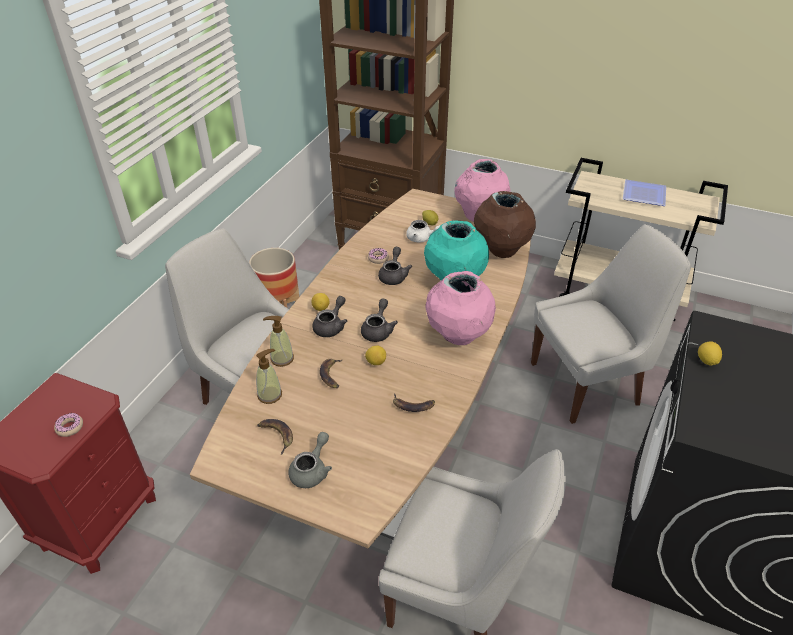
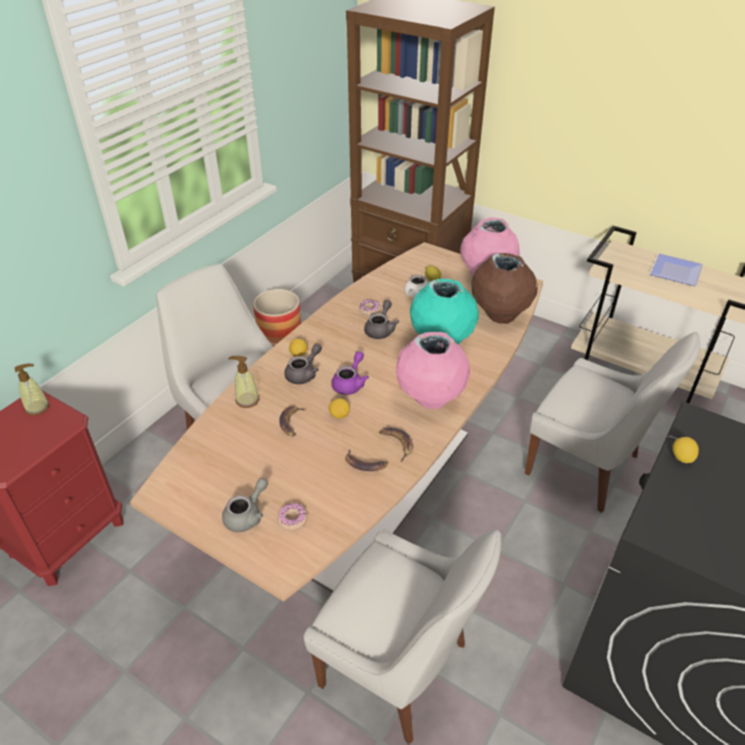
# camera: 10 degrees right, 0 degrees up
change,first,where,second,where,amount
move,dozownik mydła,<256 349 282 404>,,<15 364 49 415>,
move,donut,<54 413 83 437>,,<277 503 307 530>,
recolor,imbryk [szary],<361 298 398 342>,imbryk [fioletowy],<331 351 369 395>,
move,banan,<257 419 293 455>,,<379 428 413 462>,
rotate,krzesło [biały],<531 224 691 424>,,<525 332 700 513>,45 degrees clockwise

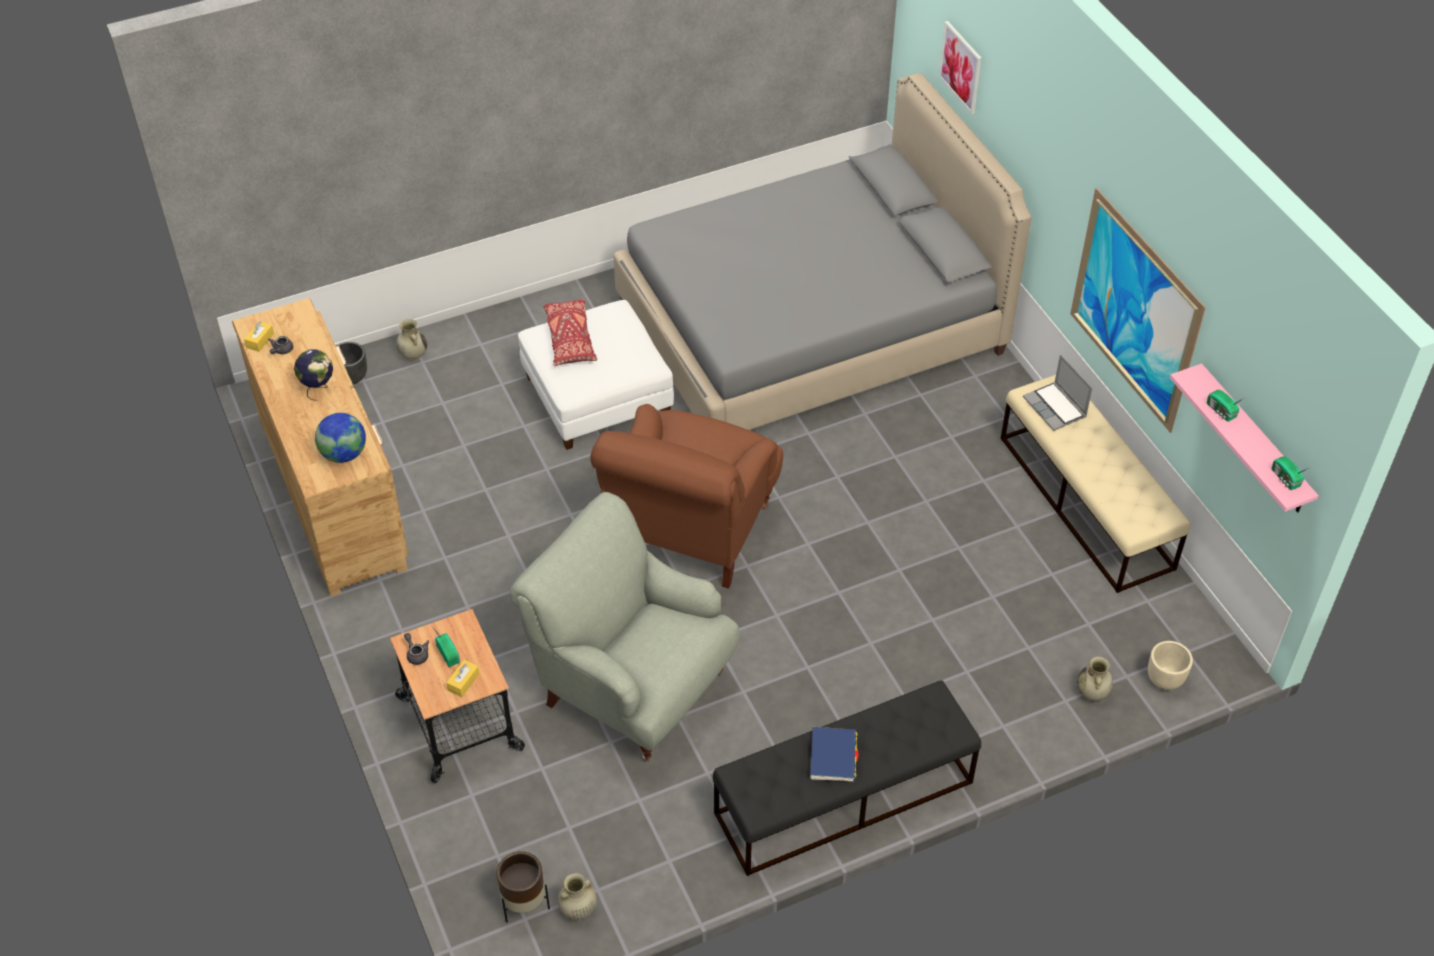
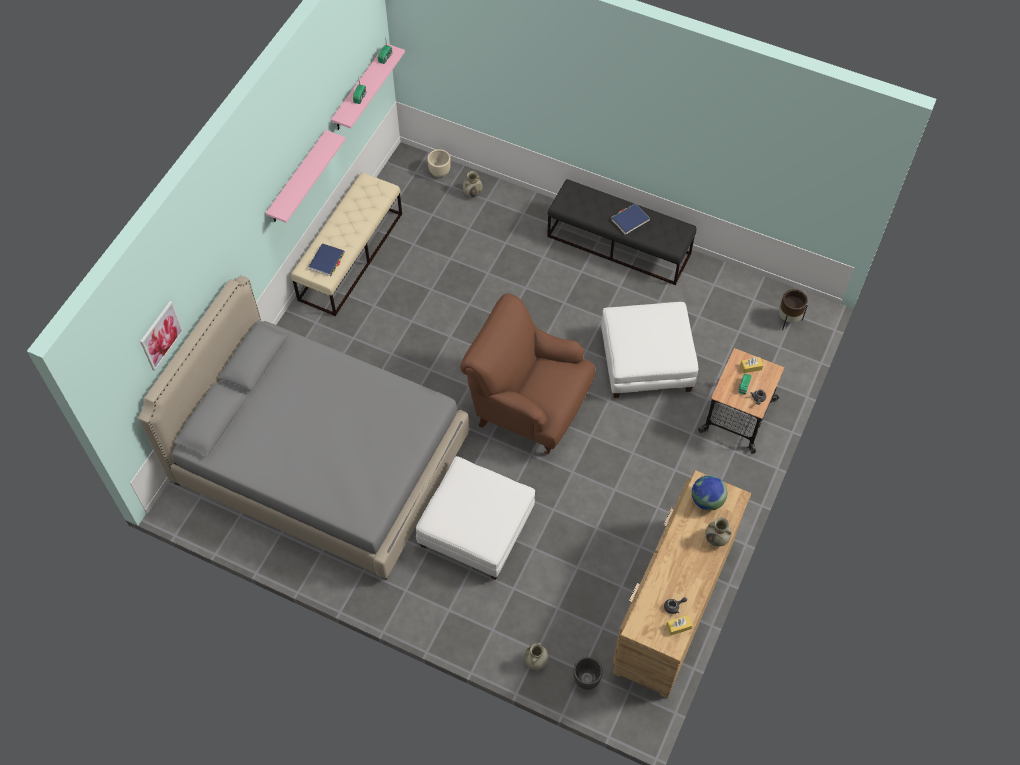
# camera: 130 degrees left, 10 degrees up
change,first,where,second,where,amount
replace,obraz,<1070 188 1206 433>,półka [różowy],<266 130 346 223>,
replace,laptop,<1023 354 1093 431>,książka [niebieski],<309 243 345 276>,
rotate,fotel [brązowy],<590 404 783 589>,,<460 293 595 454>,135 degrees counterclockwise
replace,fotel [szary],<510 492 740 761>,pufa [biały],<601 302 698 398>,
move,wazon [beżowy],<557 873 597 920>,,<705 517 732 546>,
delete,globus,<294 349 333 401>,,,
delete,poduszka [czerwony],<544 299 597 366>,,,

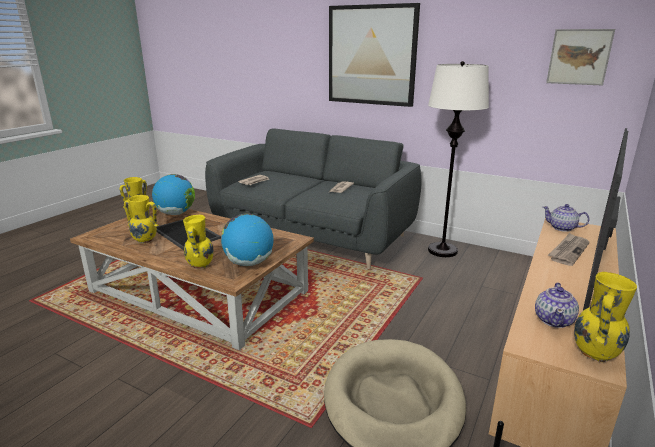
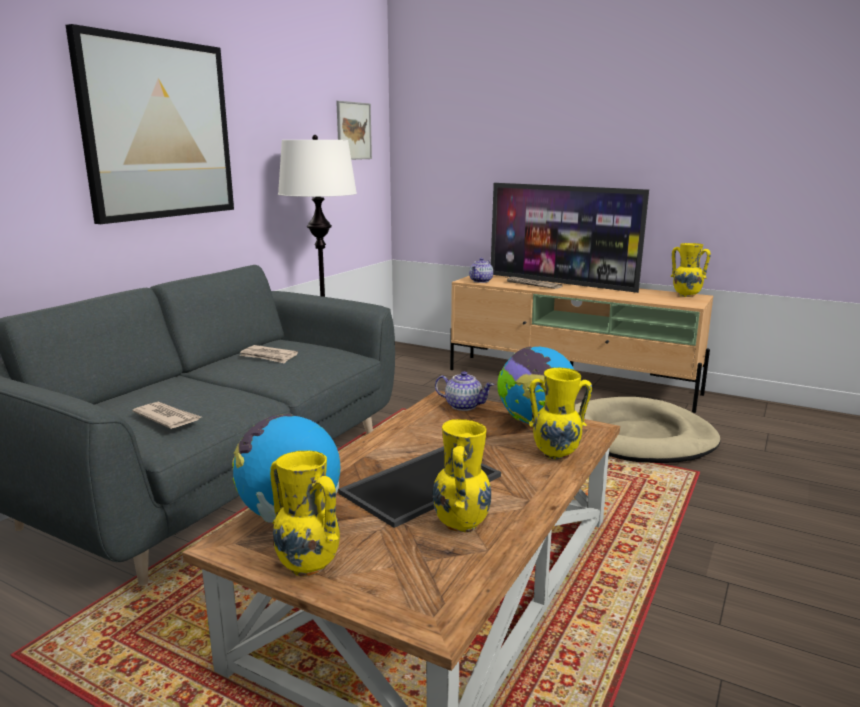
# camera: 90 degrees left, 5 degrees down
change,first,where,second,where,amount
move,imbryk,<535 283 579 328>,,<435 371 494 411>,

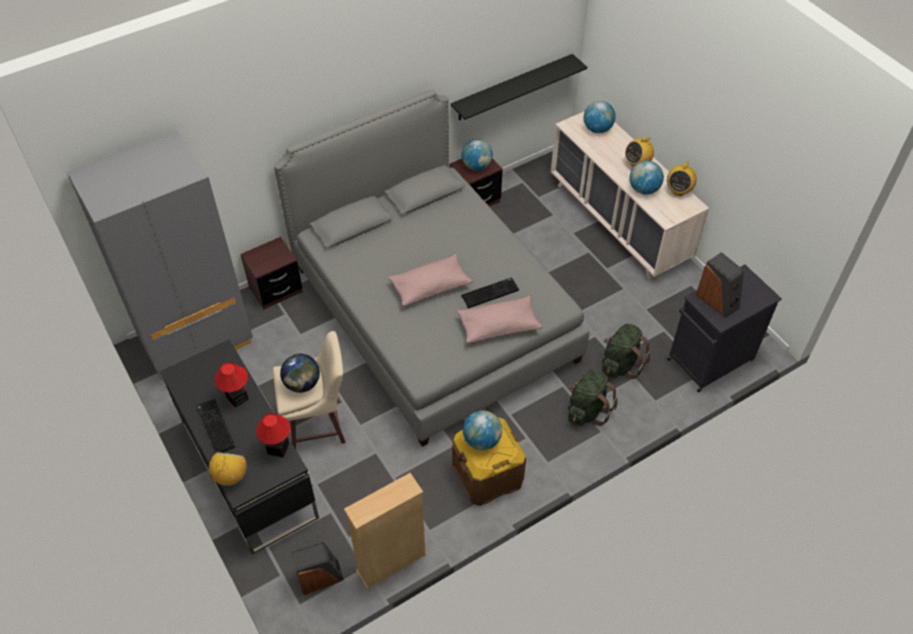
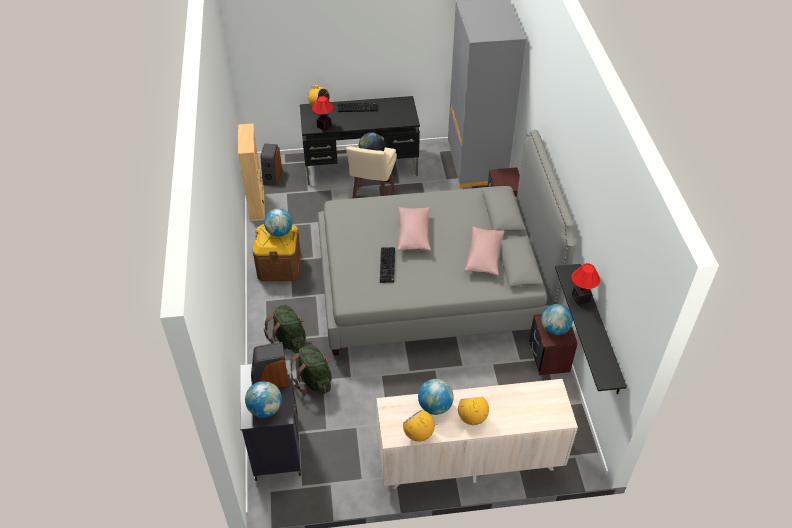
# camera: 115 degrees right, 5 degrees down
change,first,where,second,where,amount
move,globus,<584 101 616 133>,,<245 381 282 418>,
move,poduszka [różowy],<457 296 542 344>,,<465 227 505 275>,
move,lampa stołowa,<215 362 249 407>,,<572 263 600 305>,

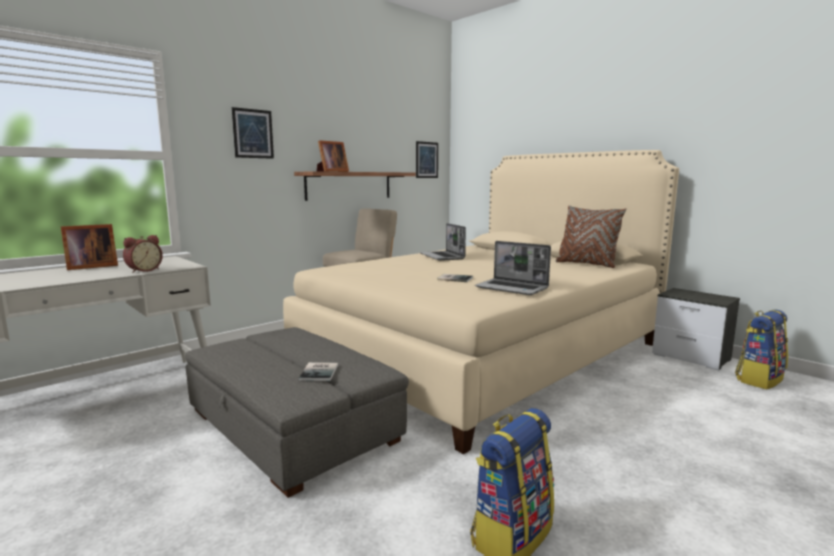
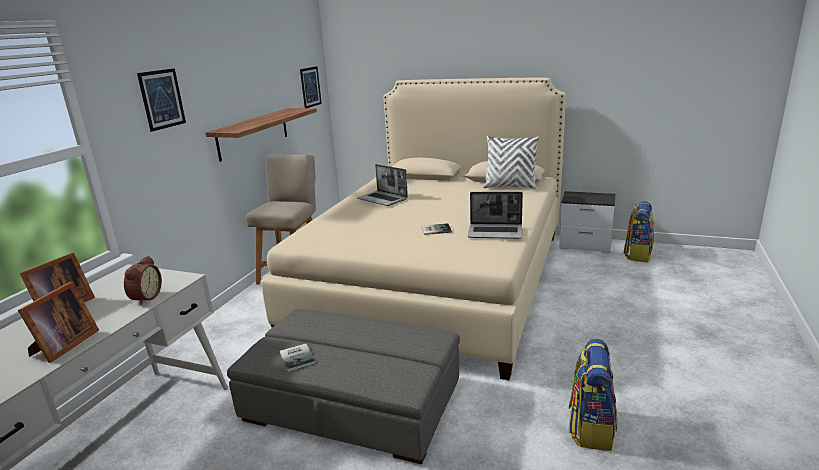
# camera: 25 degrees left, 10 degrees up
change,first,where,second,where,amount
move,ramka na zdjęcie,<317 140 349 172>,,<18 281 99 363>,
move,książka,<298 362 338 381>,,<279 343 315 371>,
recolor,poduszka [brązowy],<555 205 626 268>,poduszka [biały],<483 136 539 189>,

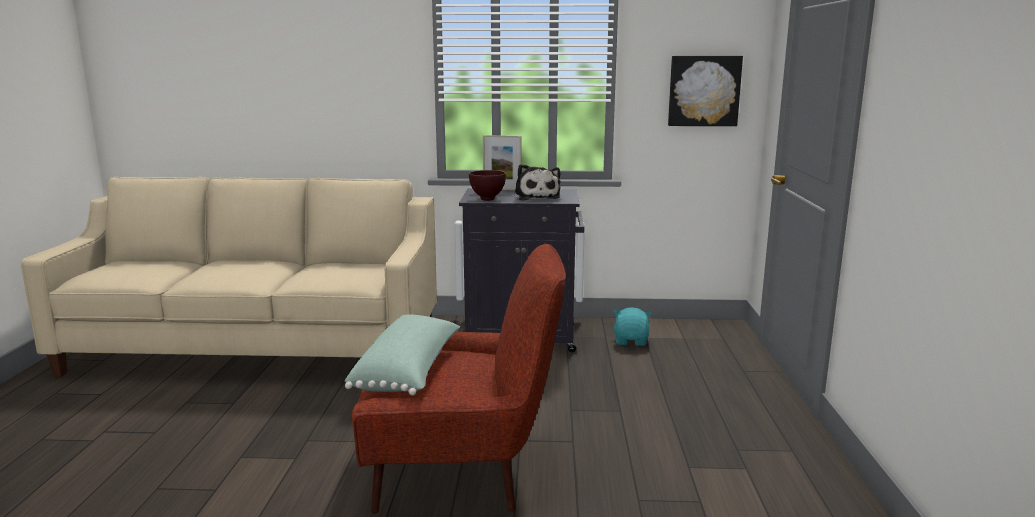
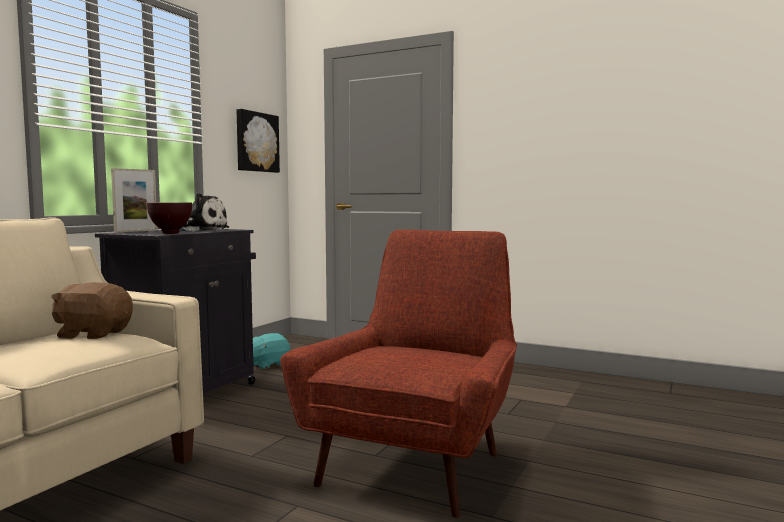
# camera: 65 degrees left, 10 degrees down
change,first,where,second,where,amount
insert,,,pluszak [brązowy],<52 282 133 339>,
rotate,pluszak [turkusowy],<614 307 651 346>,,<253 333 290 369>,75 degrees counterclockwise
delete,poduszka [zielony],<345 315 460 395>,,,

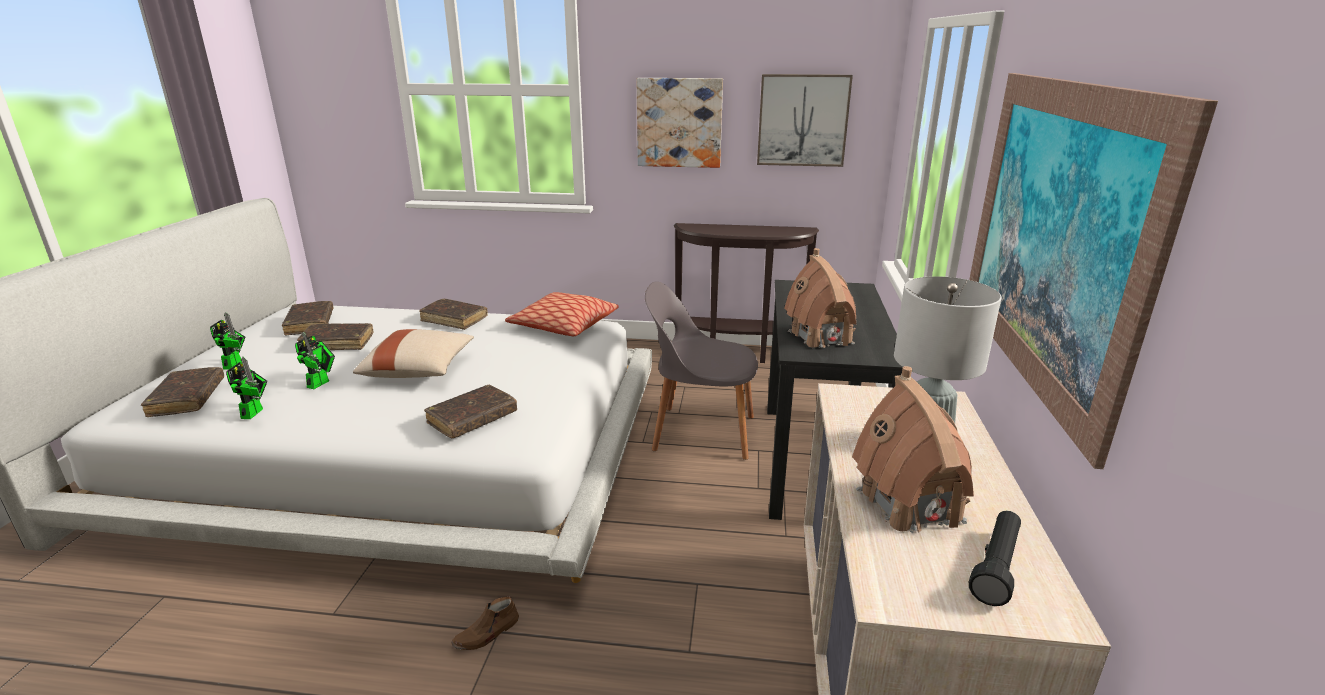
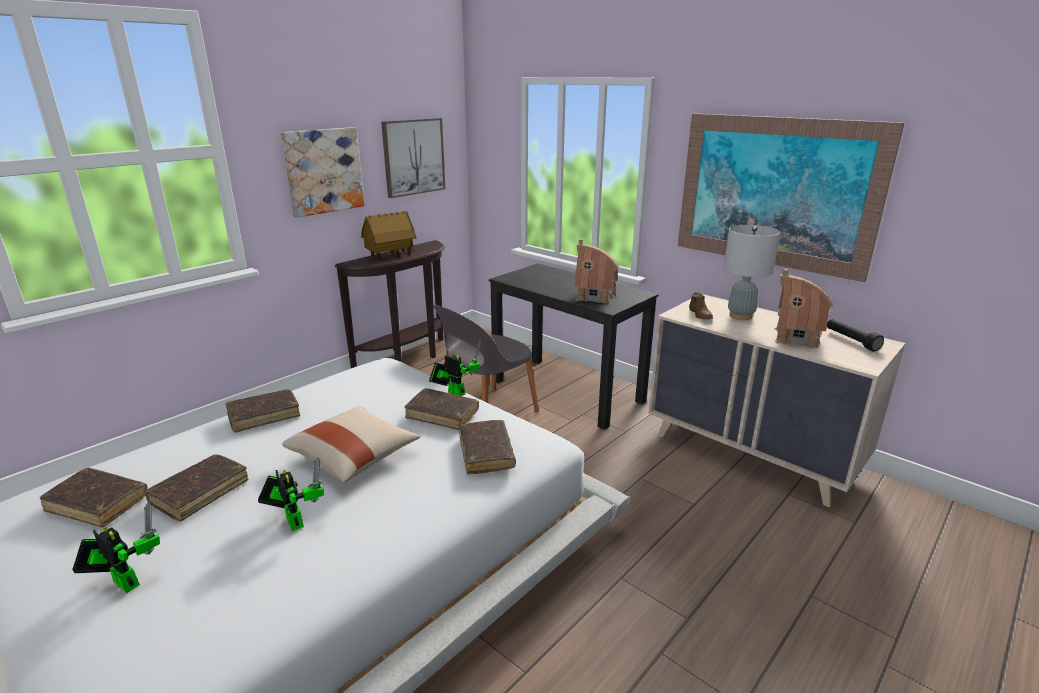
# camera: 55 degrees left, 0 degrees up
change,first,where,second,where,amount
insert,,,domek,<361 211 416 259>,
move,książka [brązowy],<141 367 224 417>,,<405 388 479 430>,
move,robot zabawkowy,<226 357 268 419>,,<429 338 481 396>,
move,but [brązowy],<451 596 519 650>,,<689 292 713 319>,
delete,poduszka,<505 292 619 336>,,,

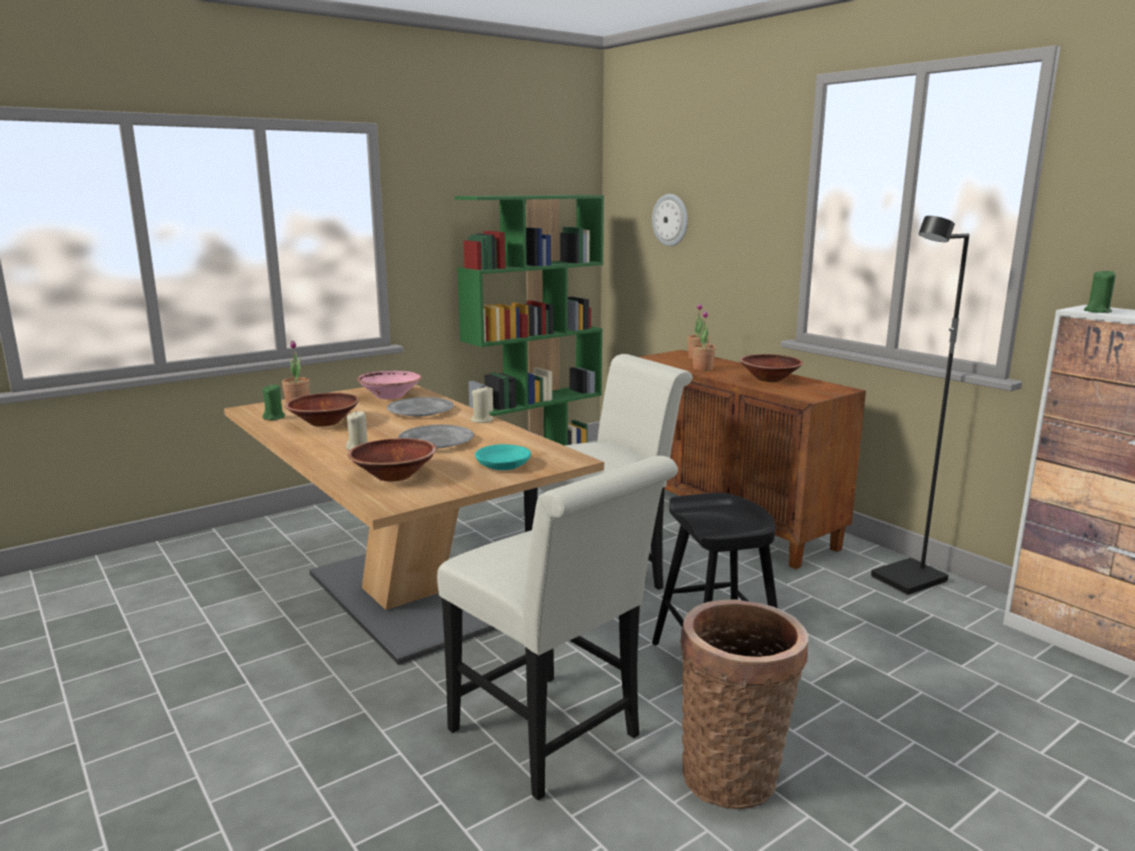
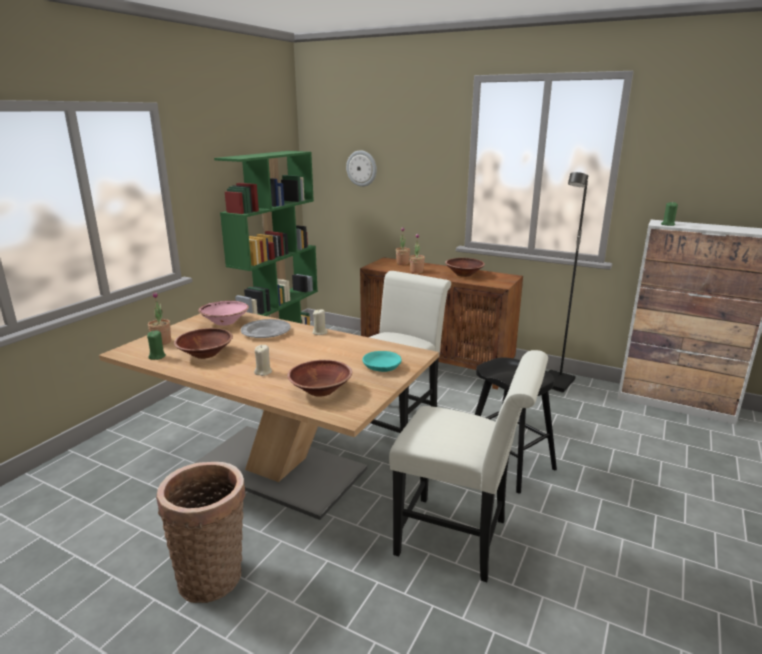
# camera: 25 degrees left, 5 degrees up
change,first,where,second,where,amount
move,koszyk,<680 600 808 809>,,<156 462 246 603>,
delete,talerz [szary],<399 425 474 448>,,,

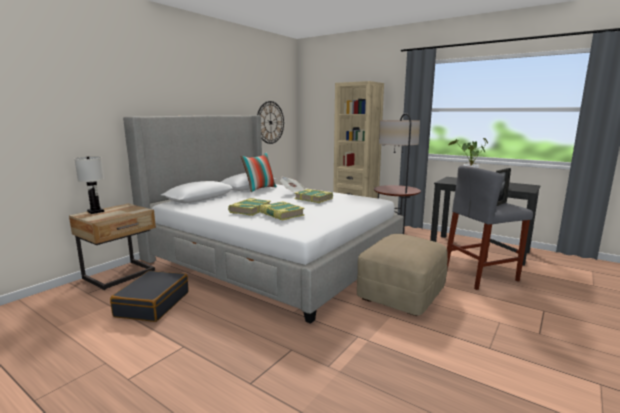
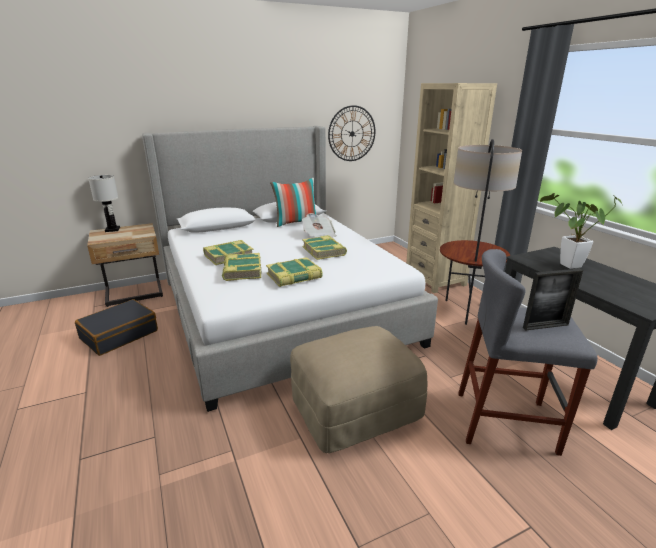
# camera: 30 degrees right, 10 degrees up
change,first,where,second,where,amount
insert,,,książka,<266 257 323 287>,

